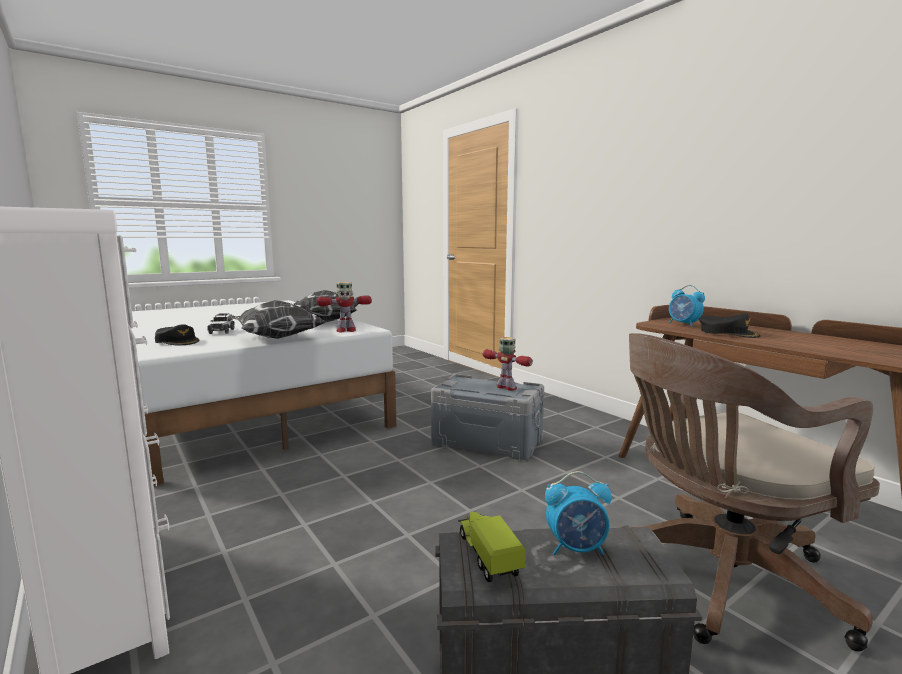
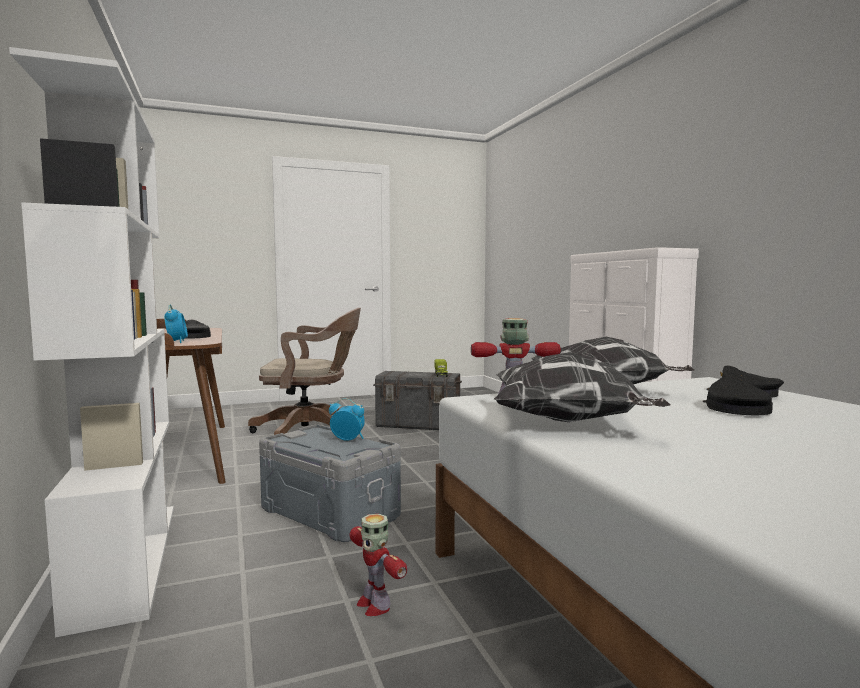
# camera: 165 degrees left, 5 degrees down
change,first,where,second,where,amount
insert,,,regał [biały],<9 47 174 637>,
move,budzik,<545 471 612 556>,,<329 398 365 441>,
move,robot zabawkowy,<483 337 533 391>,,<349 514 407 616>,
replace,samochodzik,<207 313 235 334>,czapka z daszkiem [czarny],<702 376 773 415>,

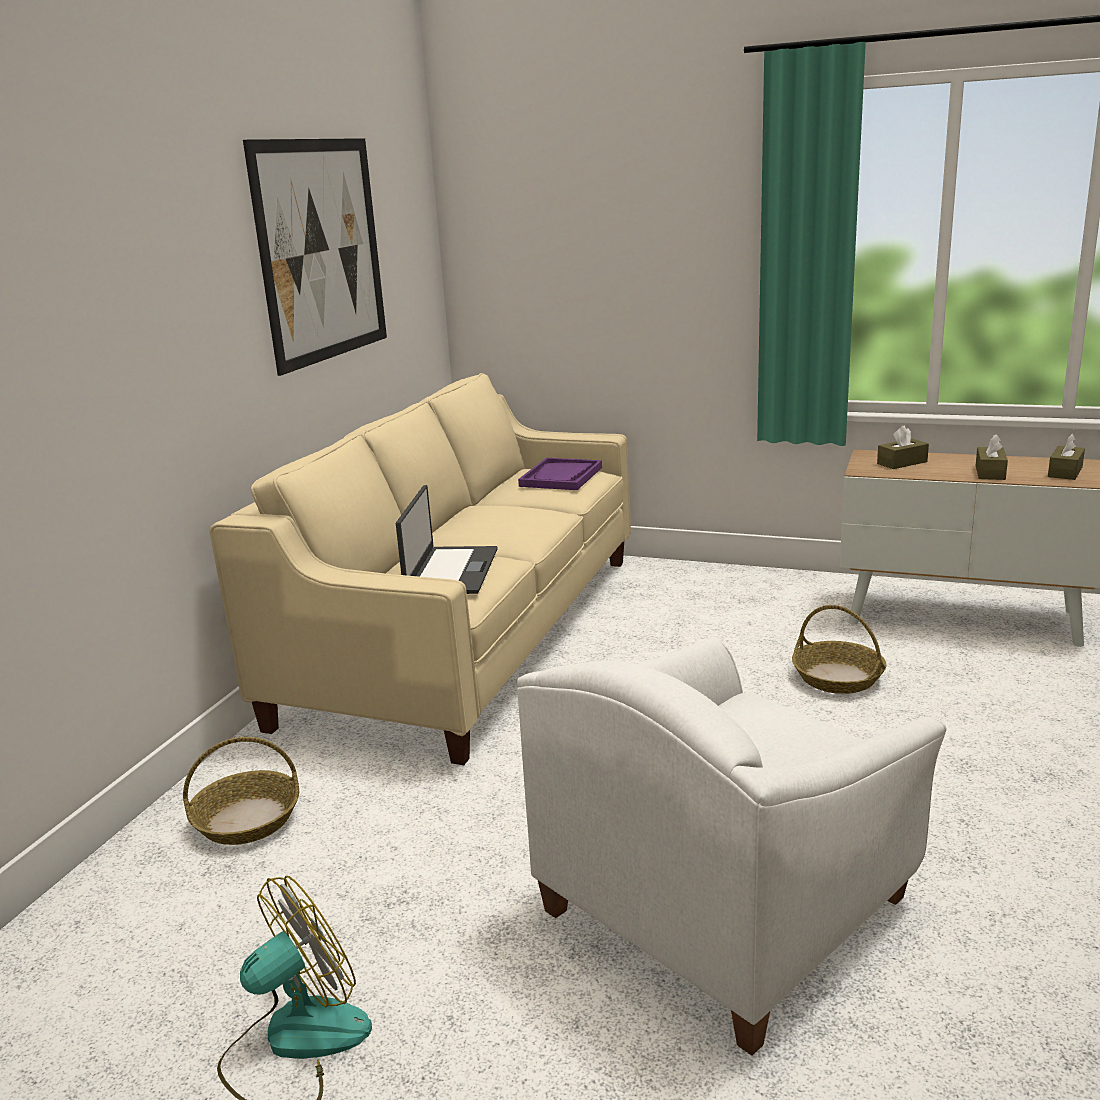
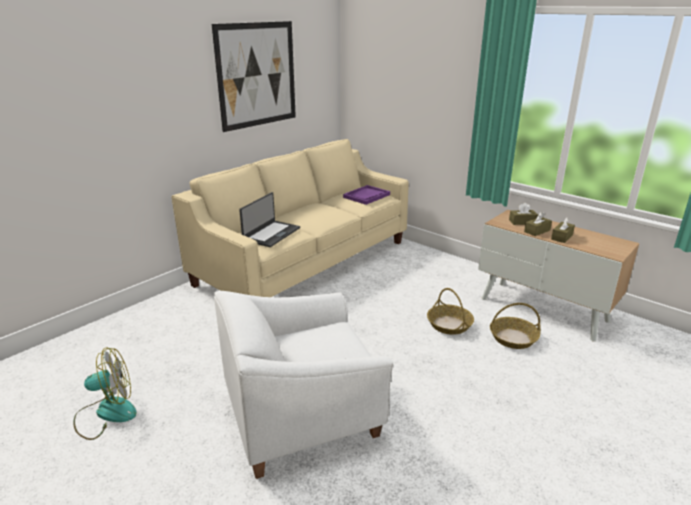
# camera: 20 degrees right, 5 degrees up
change,first,where,second,where,amount
move,koszyk,<183 737 299 845>,,<490 303 541 349>,
move,pudełko chusteczek [brązowy],<1048 433 1085 480>,,<524 212 552 236>,

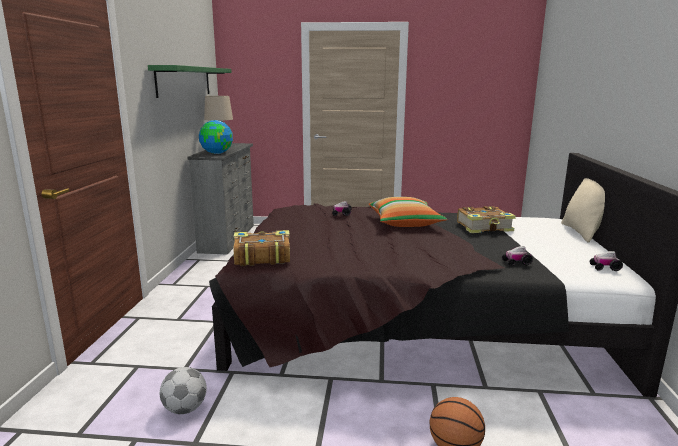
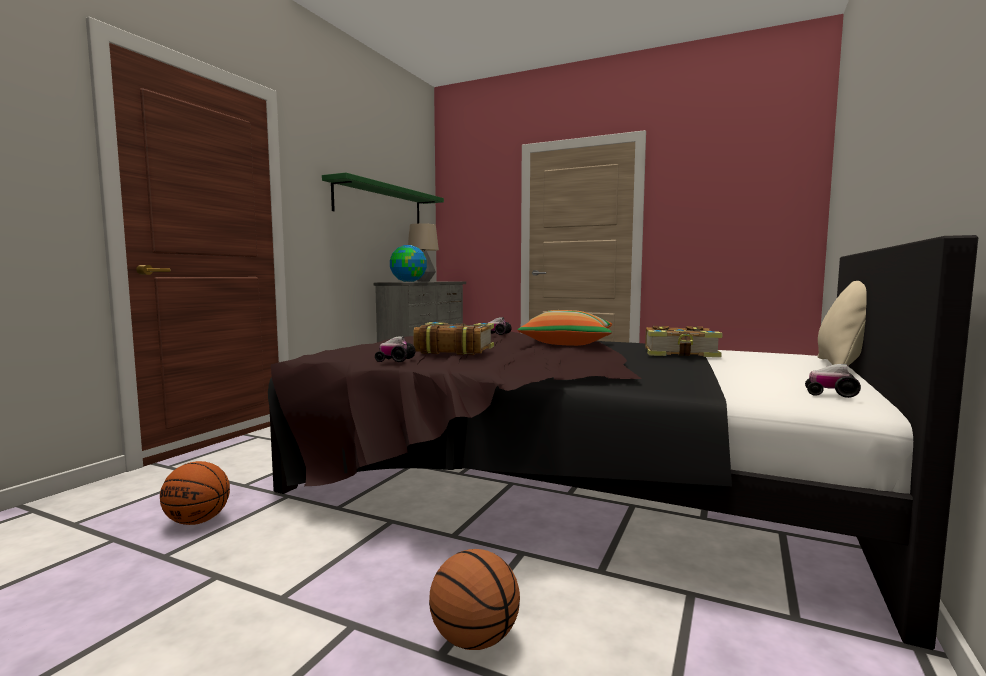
# camera: 20 degrees right, 10 degrees down
change,first,where,second,where,amount
replace,piłka futbolowa,<160 367 207 414>,piłka do koszykówki,<160 461 230 525>,
move,samochodzik,<502 246 533 266>,,<375 336 416 362>,
move,książka,<233 230 290 266>,,<413 322 494 355>,

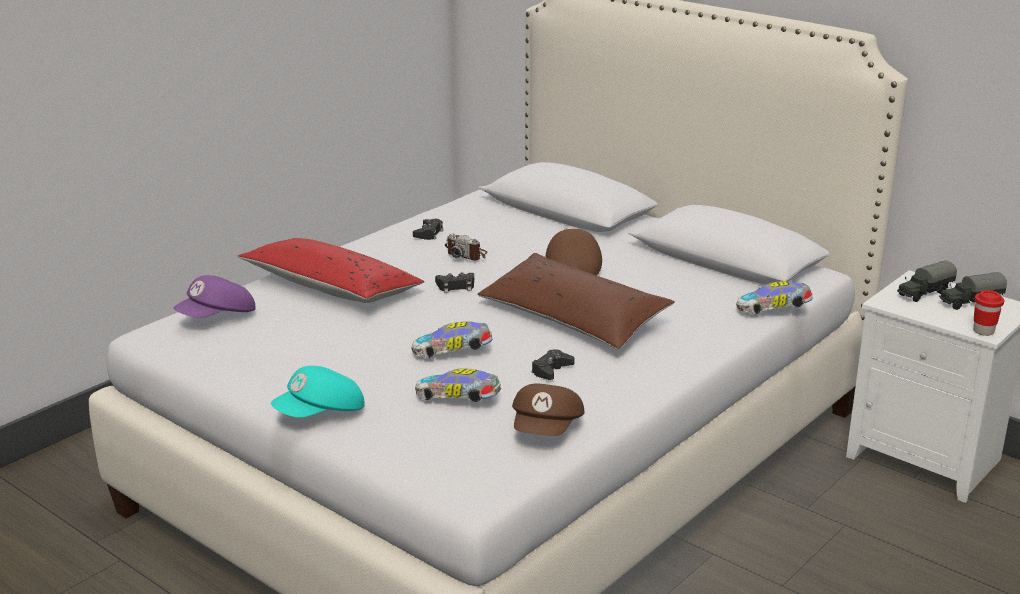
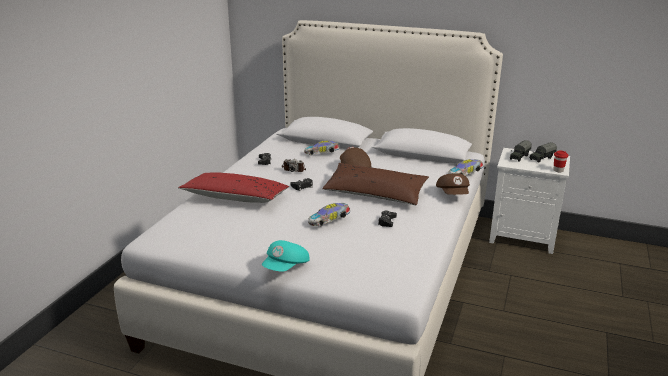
# camera: 20 degrees left, 0 degrees up
change,first,where,second,where,amount
move,samochodzik,<415 368 501 402>,,<304 141 340 155>,
move,czapka z daszkiem [brązowy],<512 383 585 436>,,<436 173 470 195>,
delete,czapka z daszkiem [fioletowy],<173 275 256 318>,,,

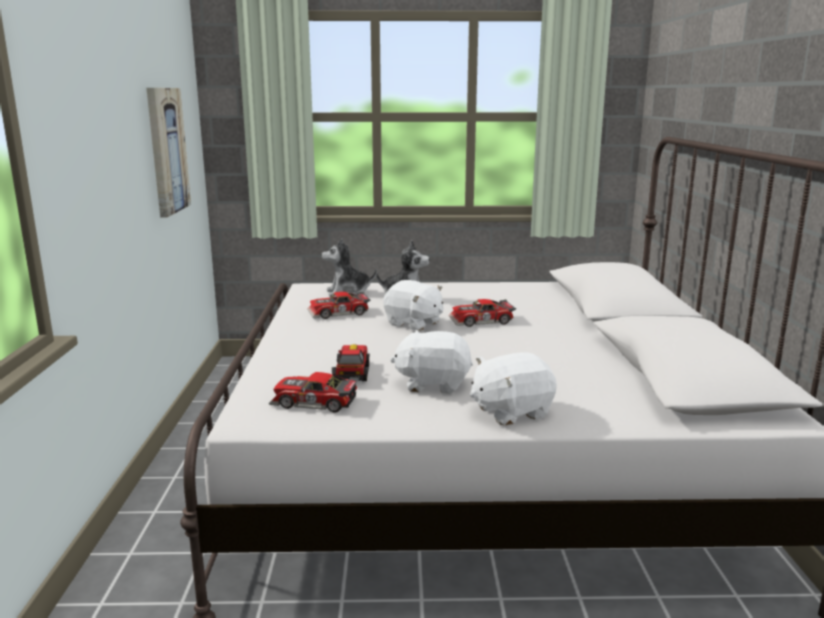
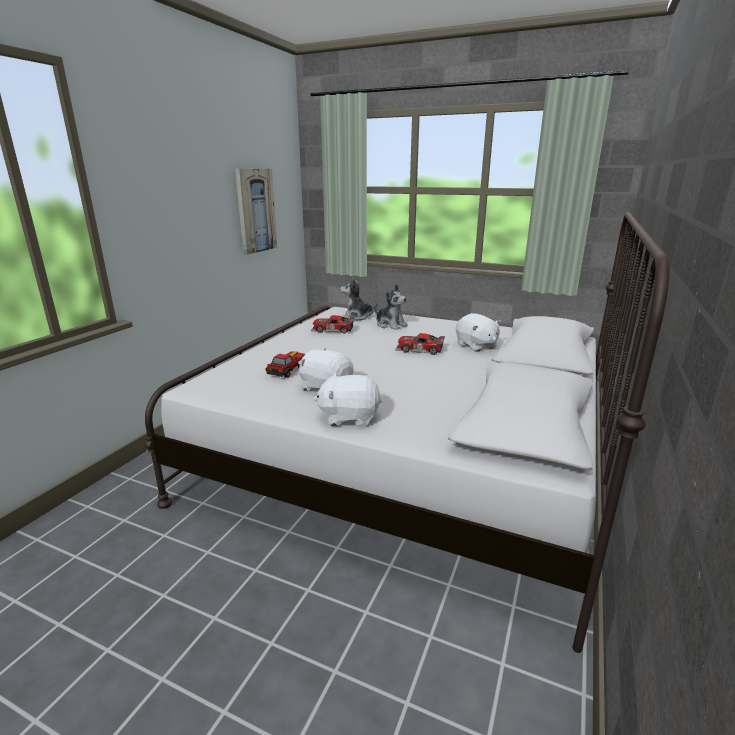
# camera: 25 degrees right, 5 degrees up
change,first,where,second,where,amount
move,pluszak [biały],<383 280 443 331>,,<456 313 501 352>,
delete,samochodzik,<269 372 360 413>,,,

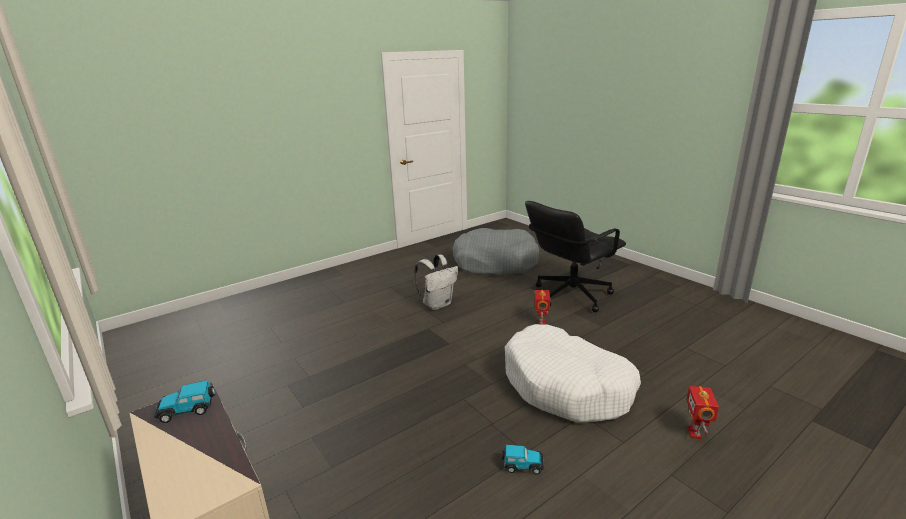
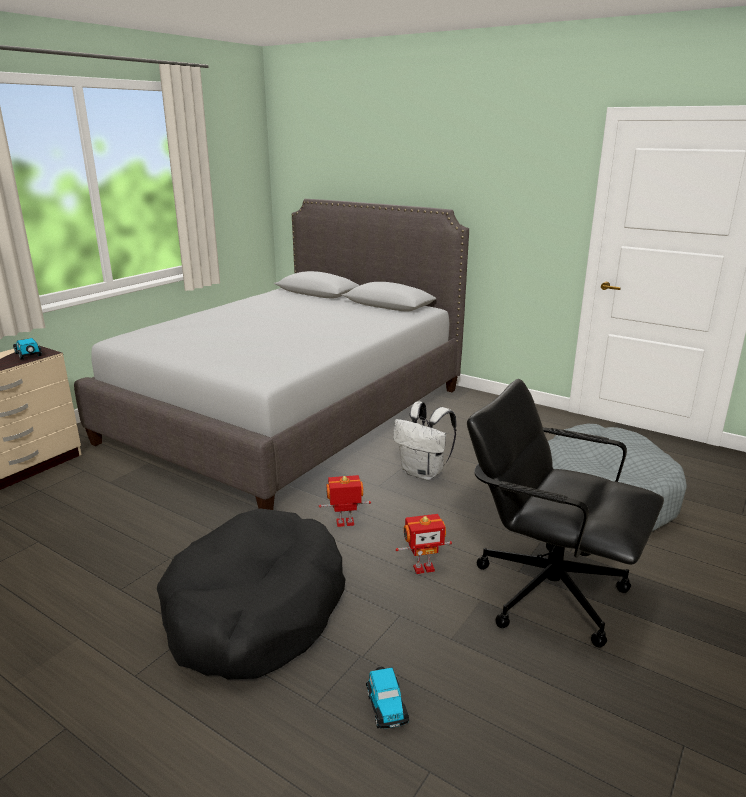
# camera: 70 degrees right, 0 degrees up
change,first,where,second,where,amount
insert,,,łóżko [szary],<74 199 469 510>,
recolor,legowisko [biały],<505 324 641 422>,legowisko [czarny],<157 508 345 679>,
move,robot zabawkowy,<686 386 719 439>,,<319 475 371 527>,
move,samochodzik,<501 445 544 474>,,<366 667 409 728>,

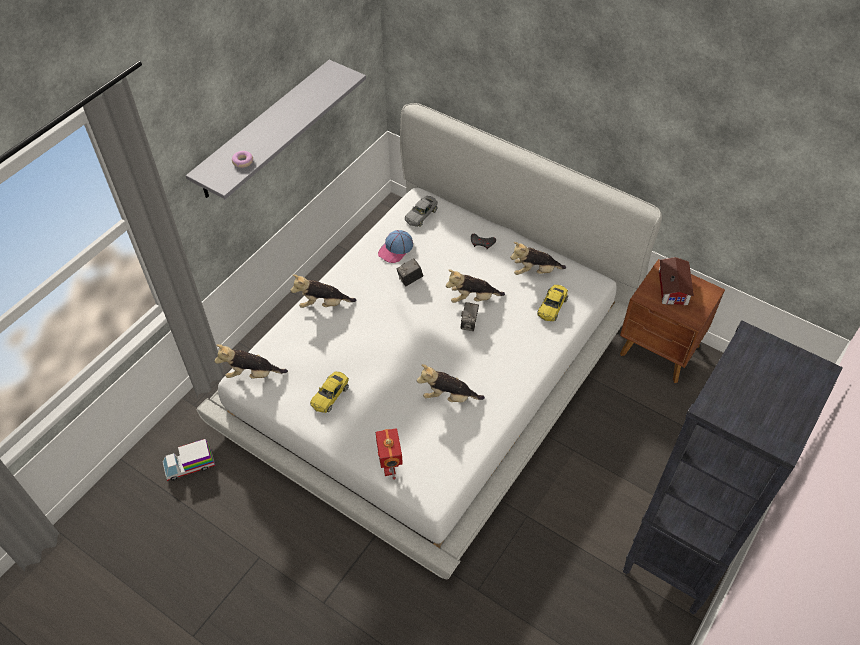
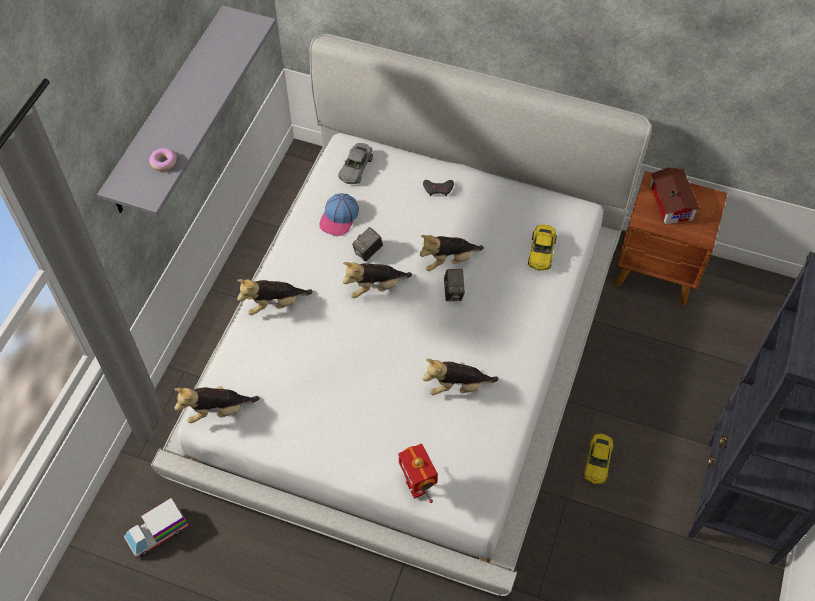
# camera: 15 degrees left, 5 degrees up
change,first,where,second,where,amount
move,pluszak,<510 242 566 275>,,<343 262 412 298>,
move,samochodzik [żółty],<310 372 349 413>,,<583 434 614 484>,

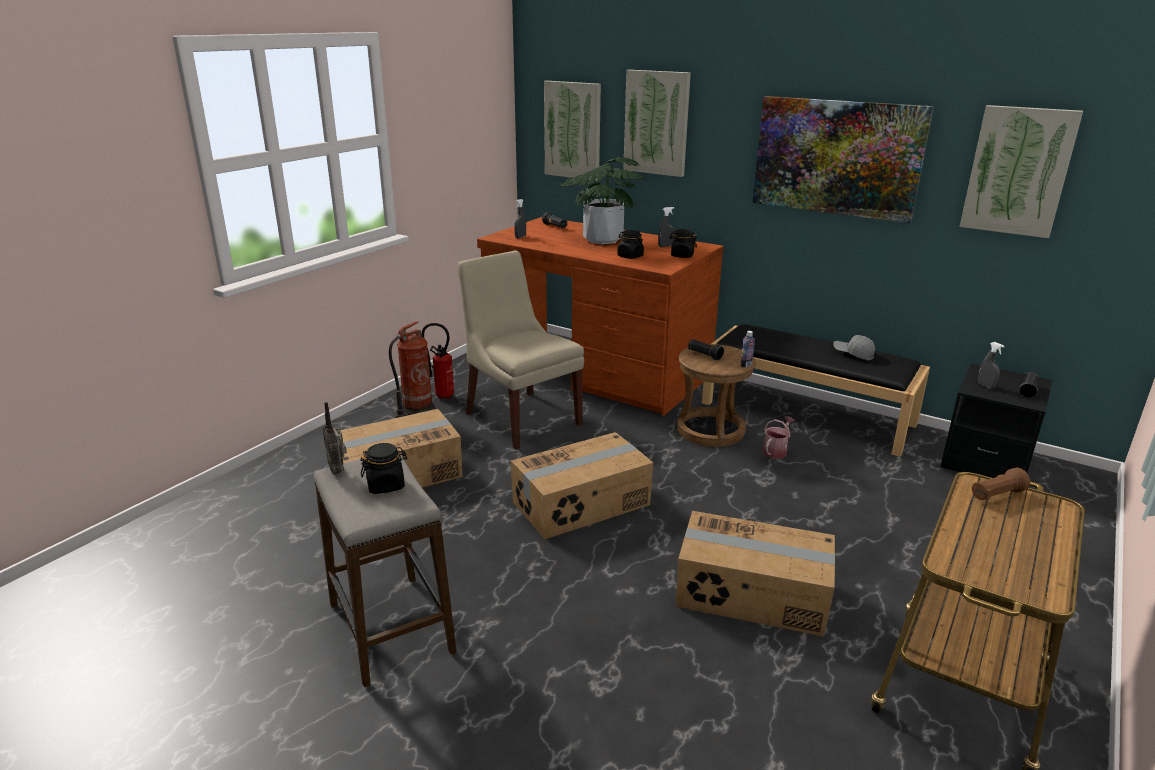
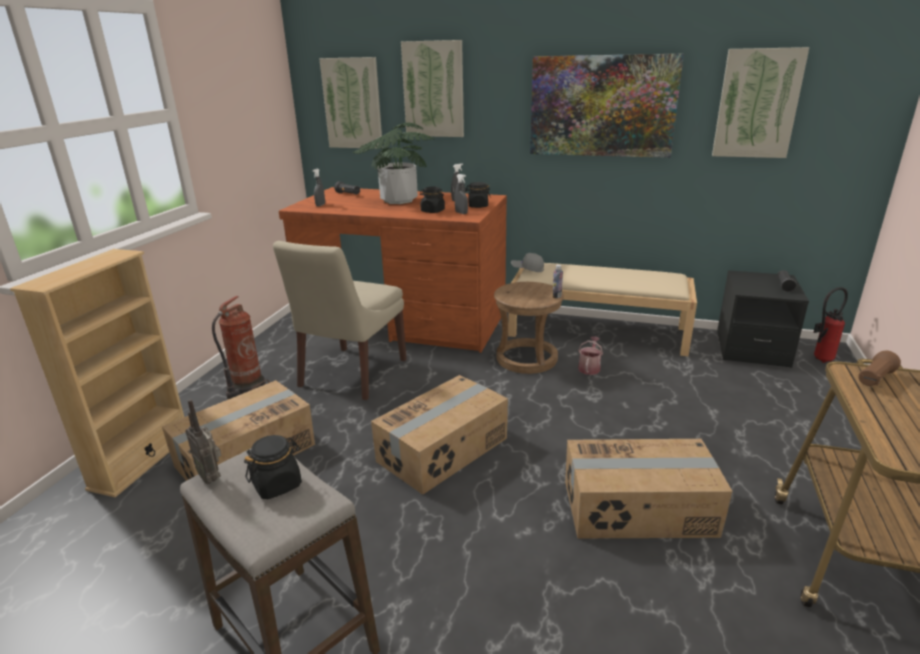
# camera: 15 degrees left, 0 degrees up
change,first,where,second,where,amount
insert,,,regał [beżowy],<10 249 184 497>,
rotate,krzesło [beżowy],<458 250 584 449>,,<273 241 407 400>,105 degrees counterclockwise
move,spryskiwacz [szary],<978 342 1005 389>,,<455 174 468 214>,
recolor,ławka [czarny],<702 324 930 457>,ławka [beżowy],<508 263 697 356>,
move,czapka z daszkiem [szary],<833 335 875 360>,,<511 253 544 272>,
move,gaśnica,<422 323 454 399>,,<814 287 848 363>,
delete,latarka [czarny],<688 339 724 361>,,,

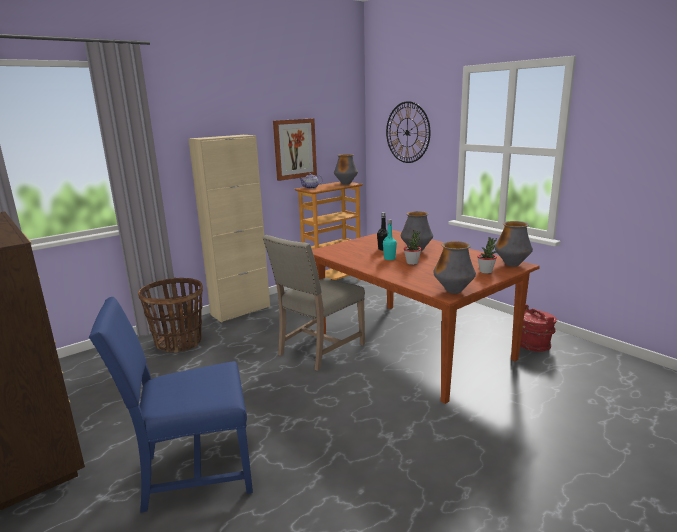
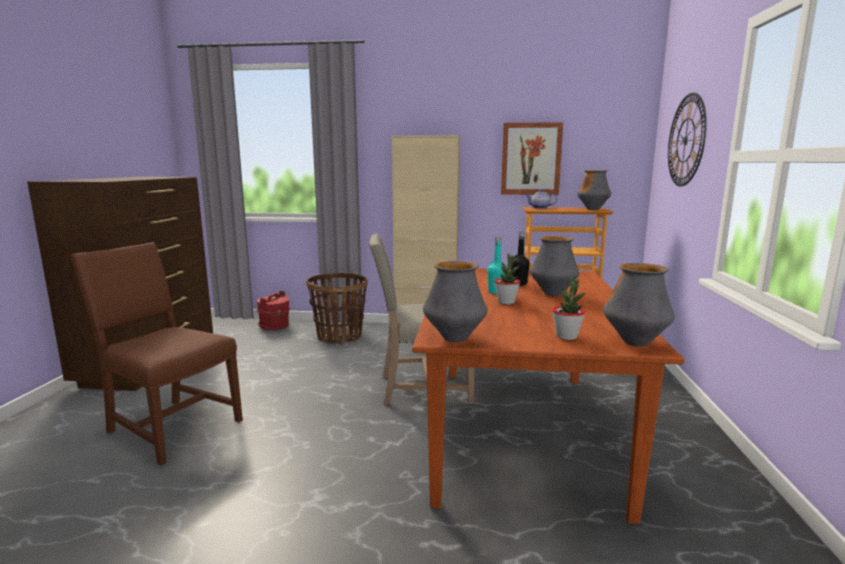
# camera: 45 degrees right, 5 degrees down
change,first,where,second,where,amount
recolor,krzesło [niebieski],<89 297 253 513>,krzesło [brązowy],<70 242 243 465>,
move,wiadro [czerwony],<520 304 557 352>,,<257 291 290 330>,

